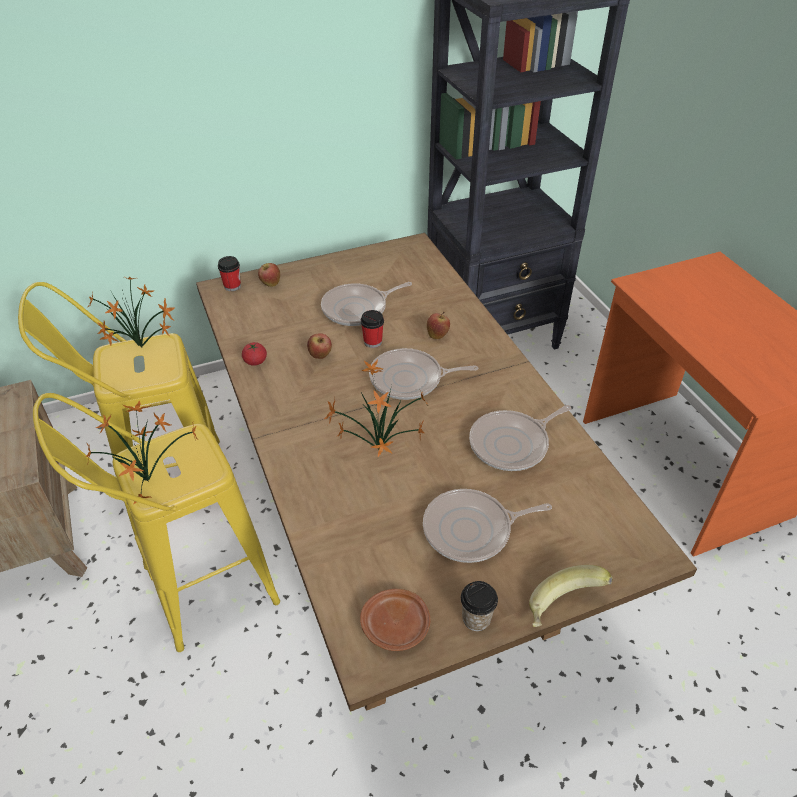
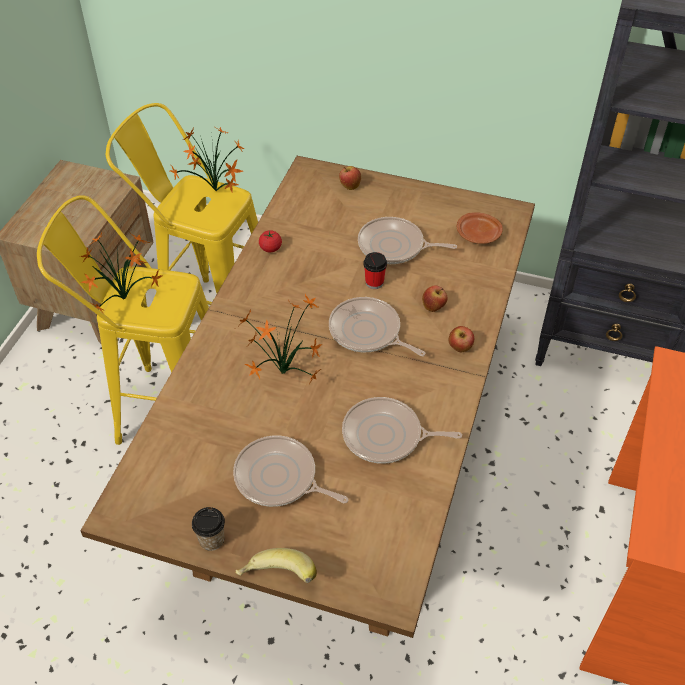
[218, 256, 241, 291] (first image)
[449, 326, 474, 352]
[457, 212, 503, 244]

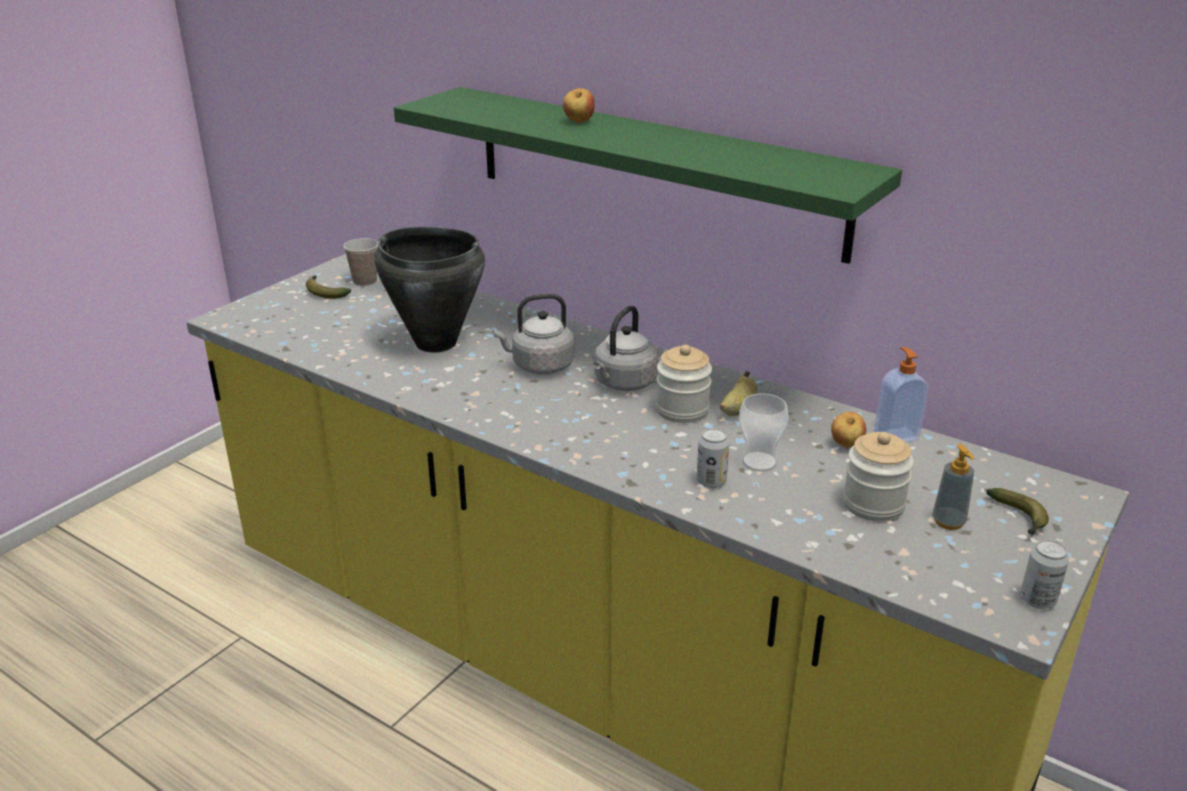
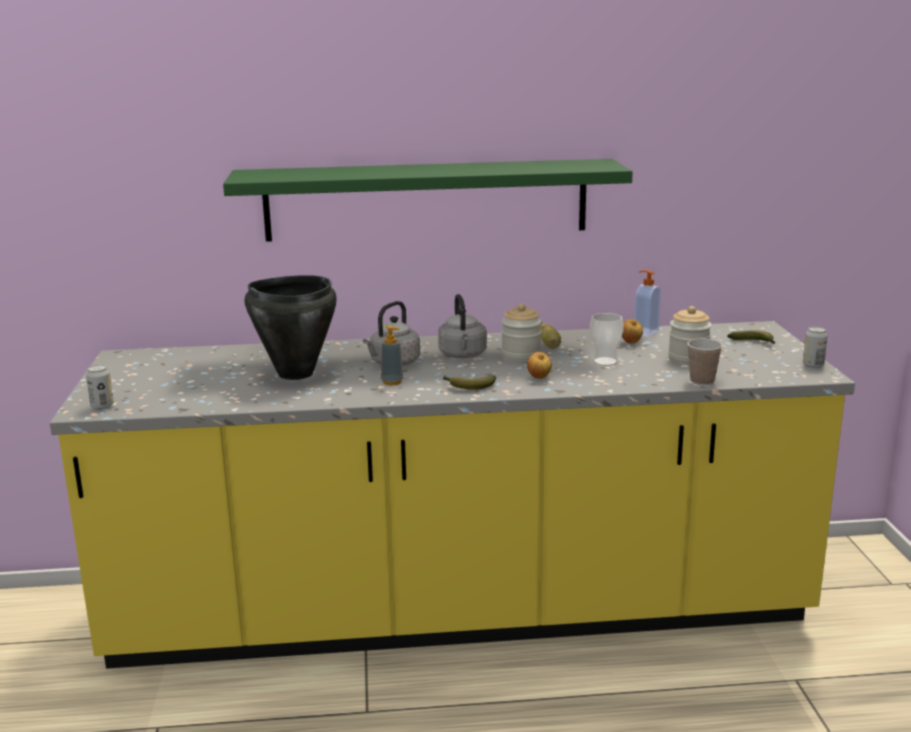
[527, 352, 552, 379]
[687, 339, 723, 385]
[443, 375, 496, 390]
[86, 365, 114, 410]
[381, 325, 403, 385]

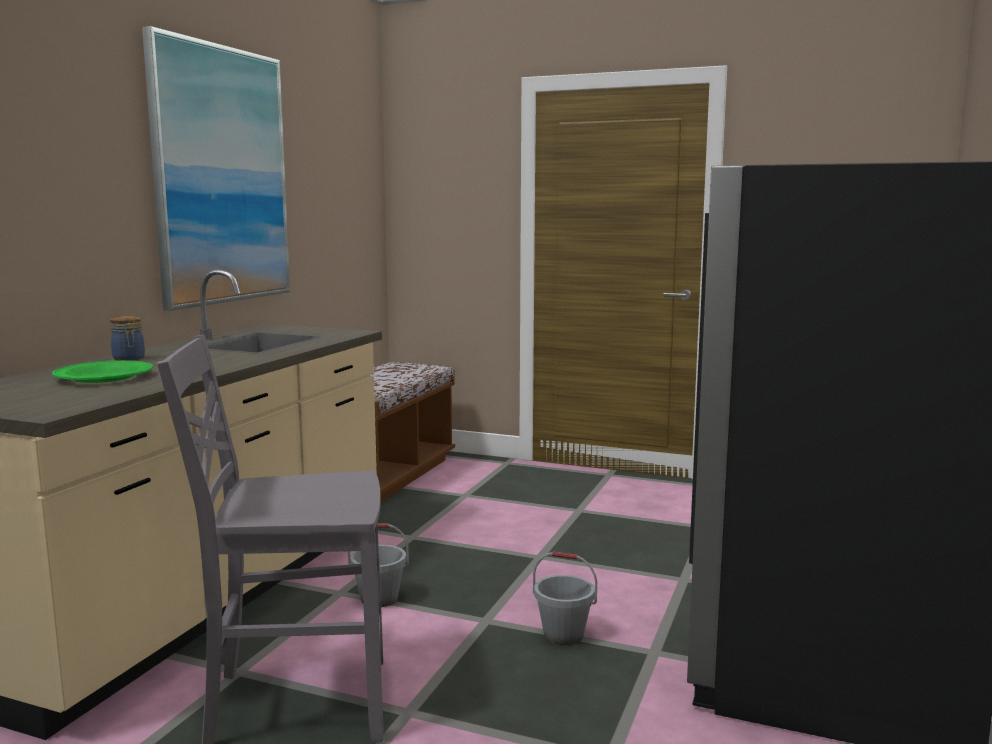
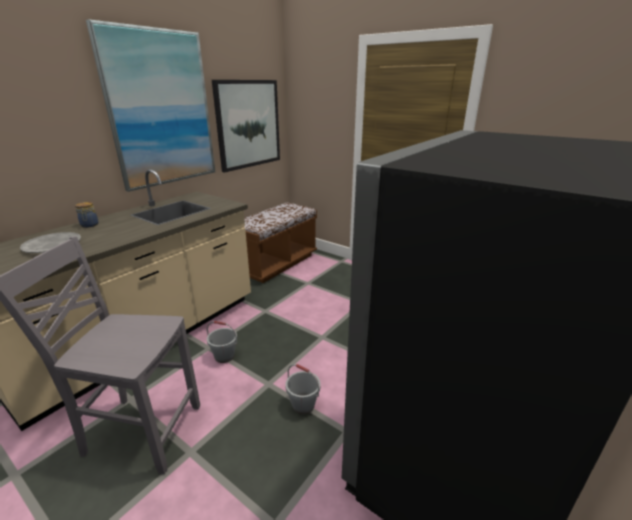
[20, 232, 81, 253]
[212, 80, 280, 173]

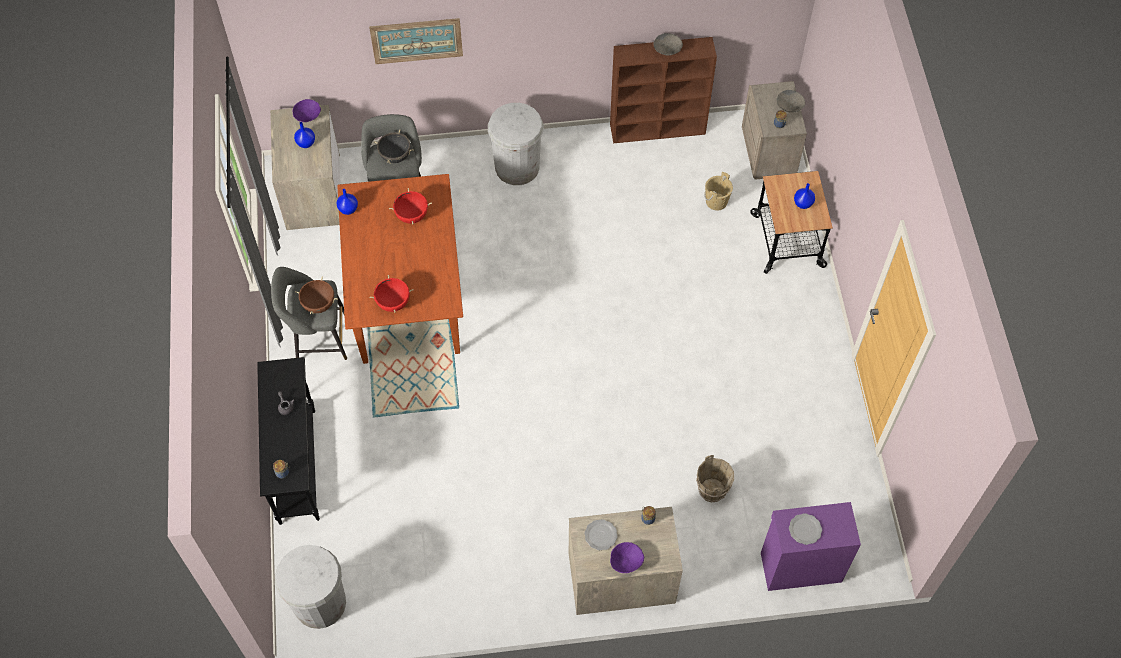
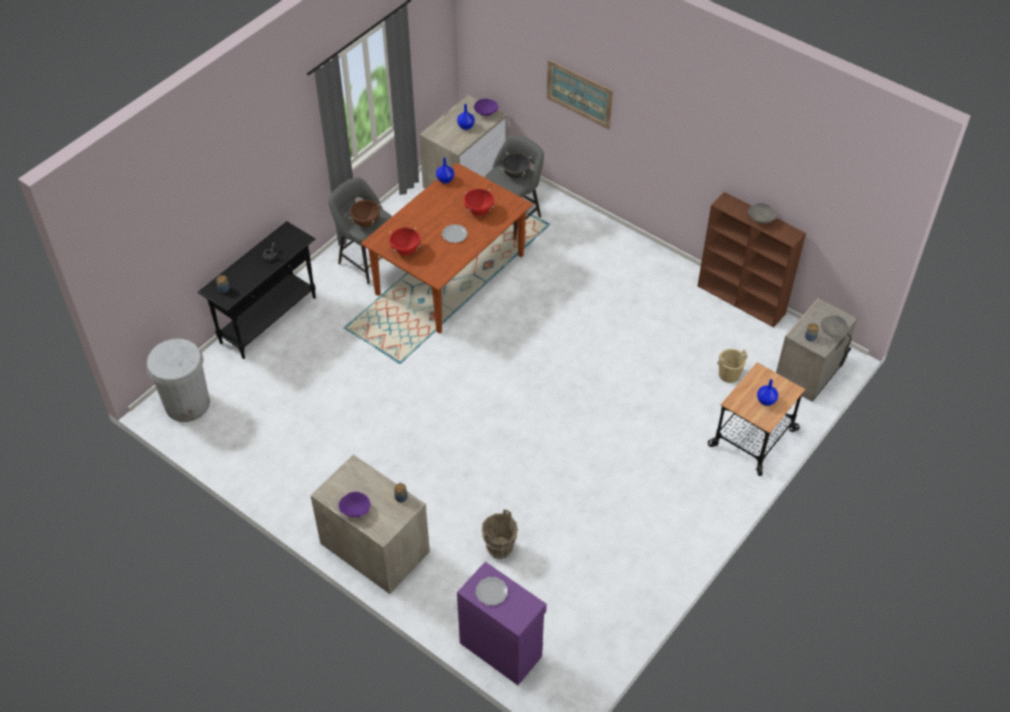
[488, 103, 544, 185] (first image)
[442, 224, 468, 243]

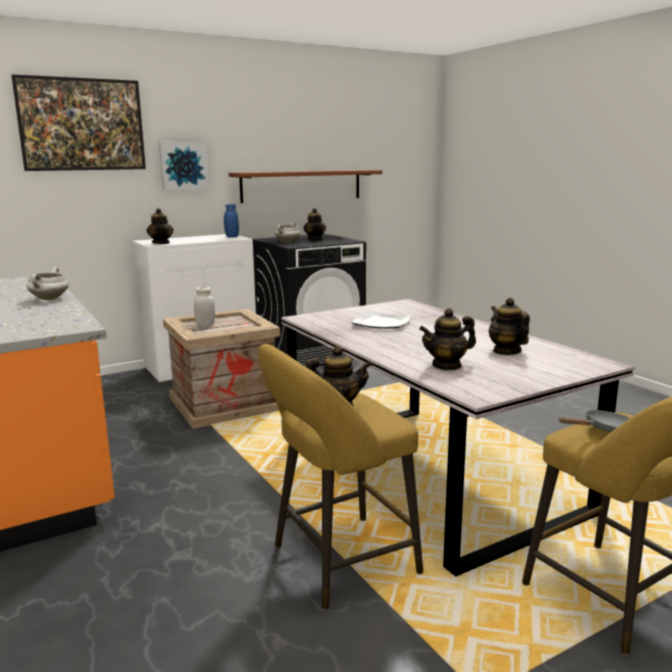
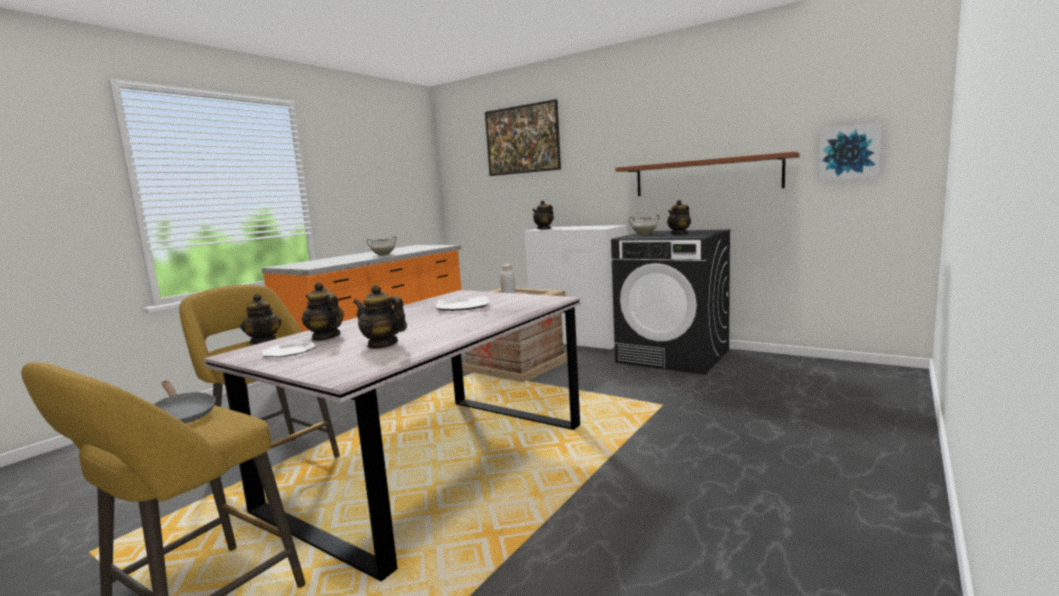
[819, 122, 882, 181]
[224, 204, 239, 238] (first image)
[353, 285, 407, 349]
[262, 342, 316, 357]

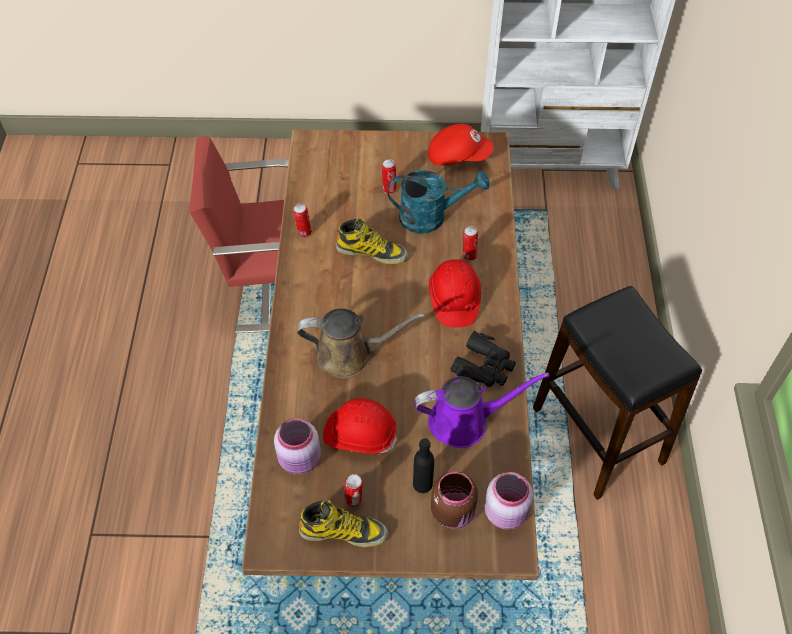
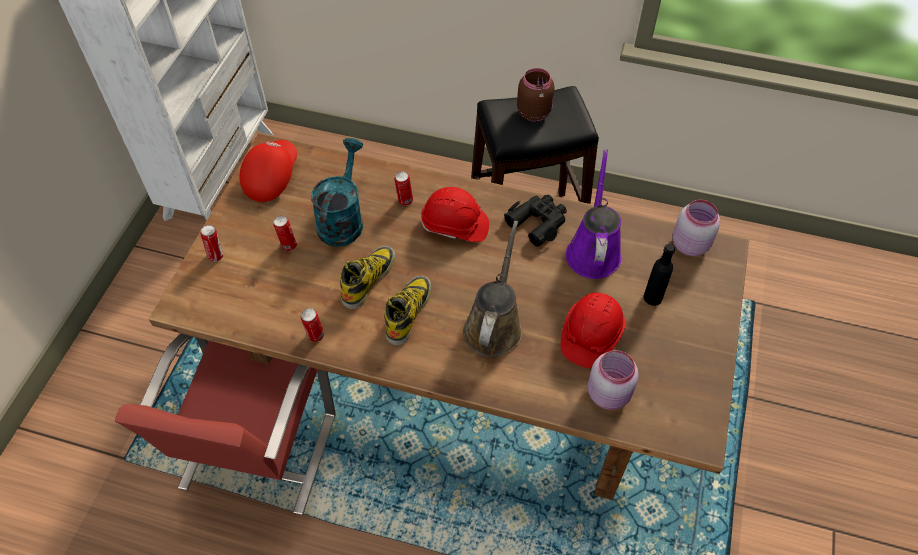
[517, 68, 555, 121]
[200, 225, 223, 262]
[384, 276, 431, 346]

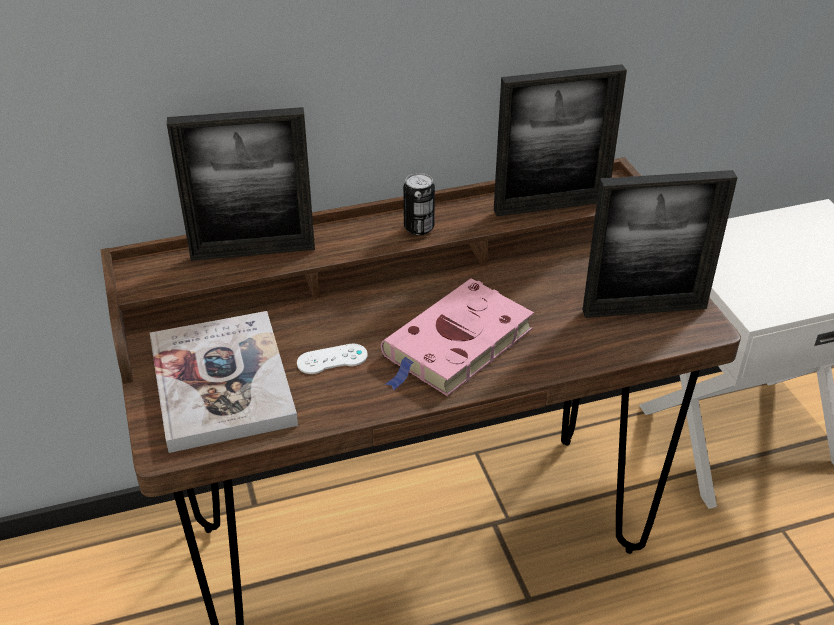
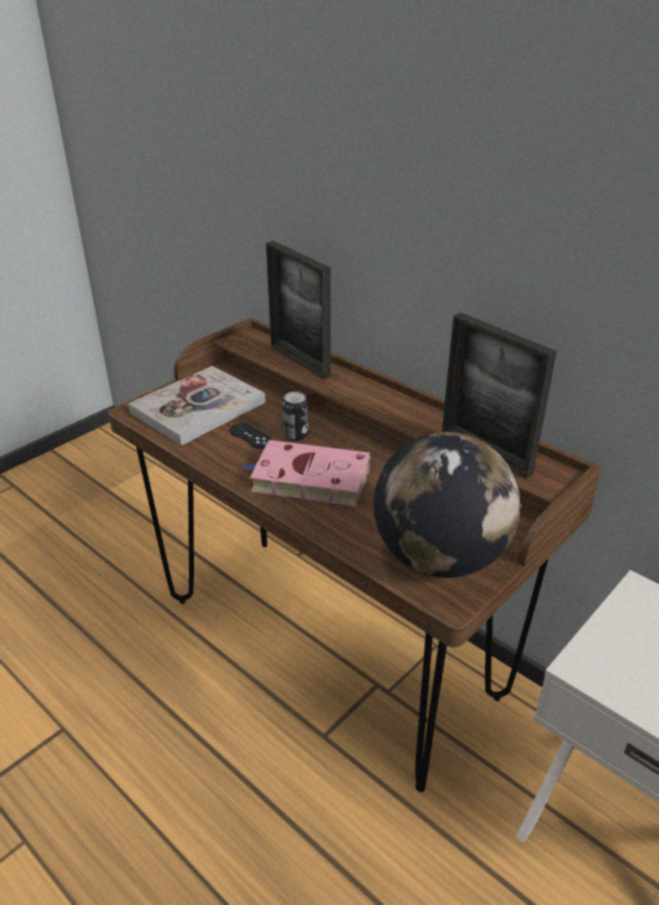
[374, 432, 520, 578]
[282, 391, 308, 441]
[230, 423, 272, 449]

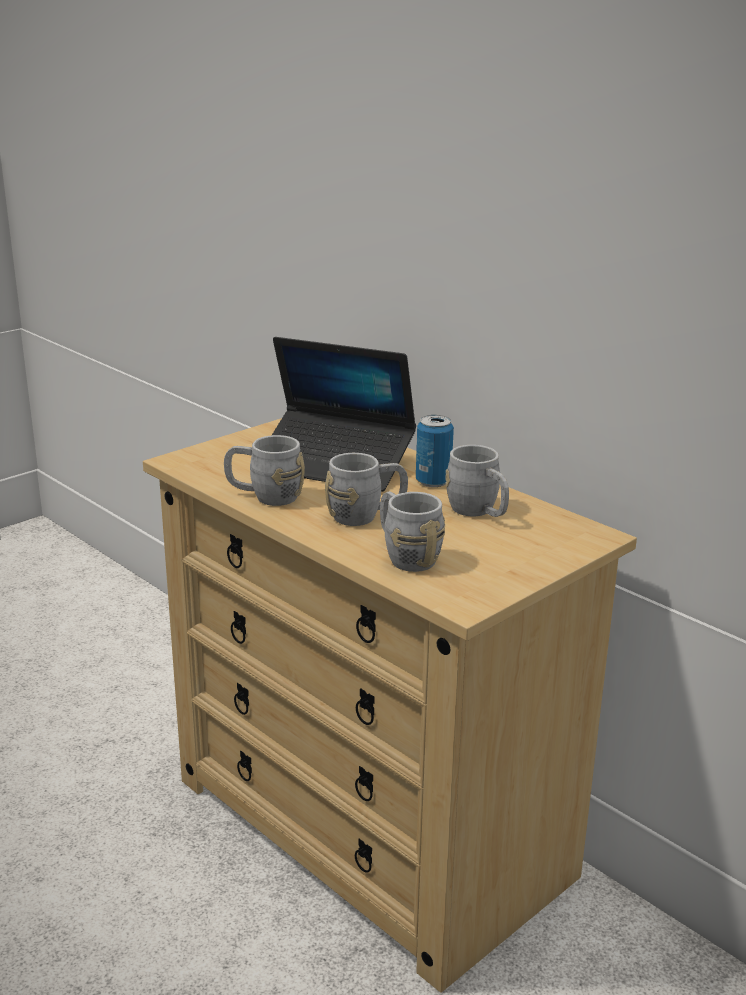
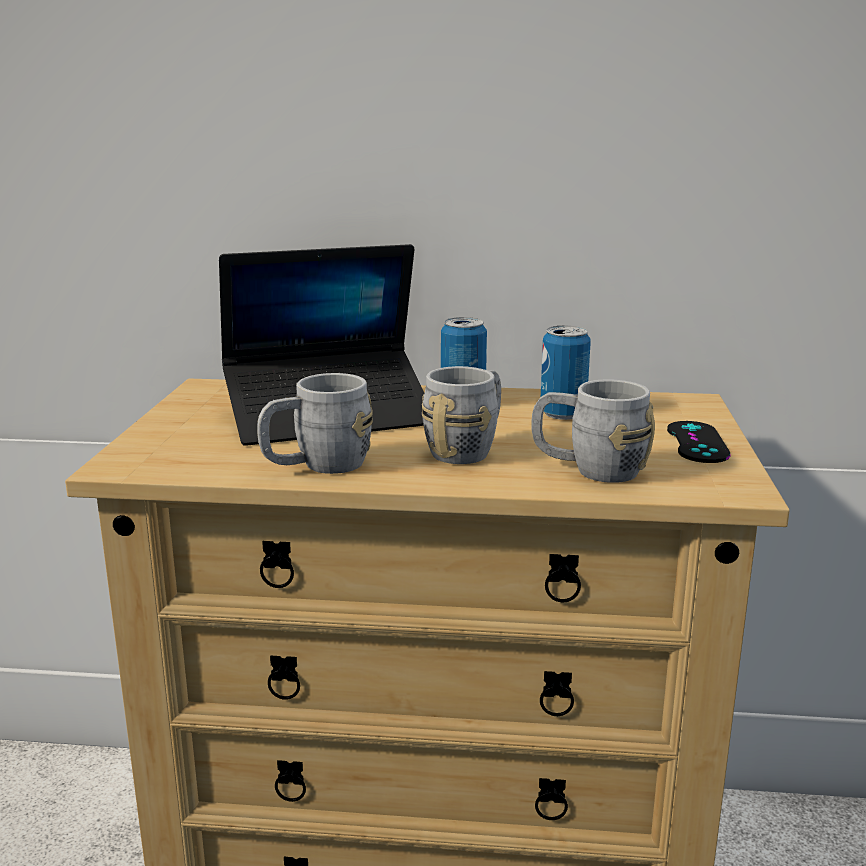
[541, 326, 591, 420]
[667, 421, 731, 463]

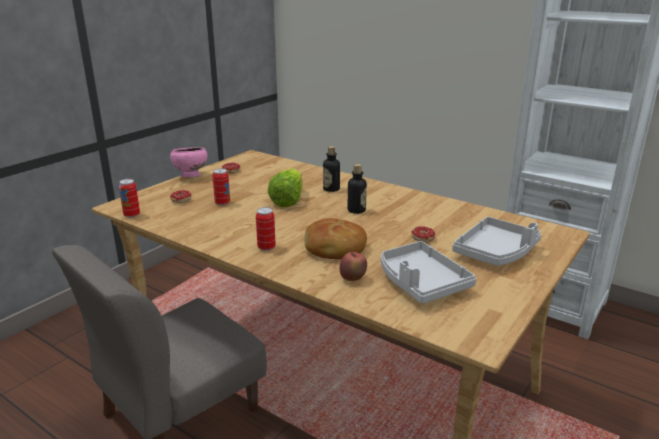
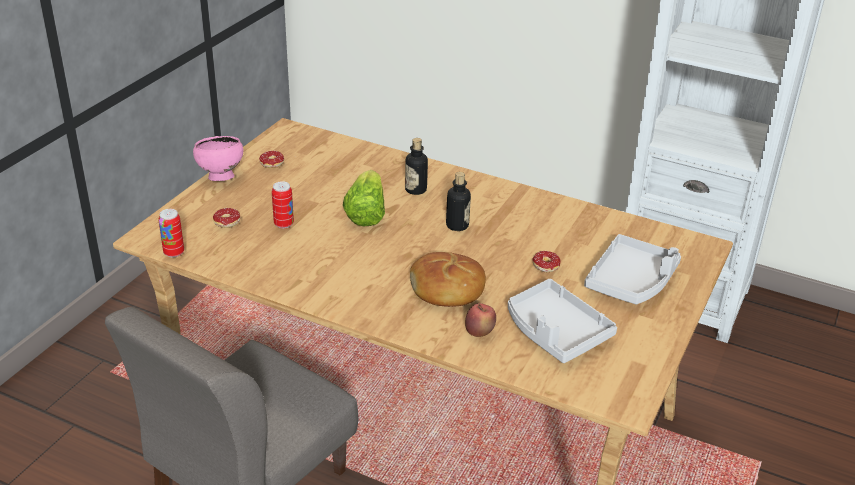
[256, 207, 276, 251] (first image)

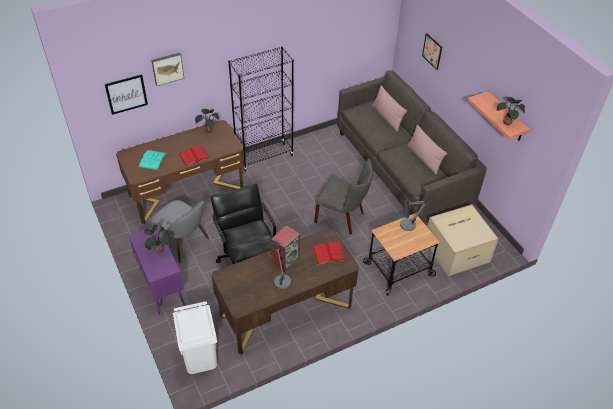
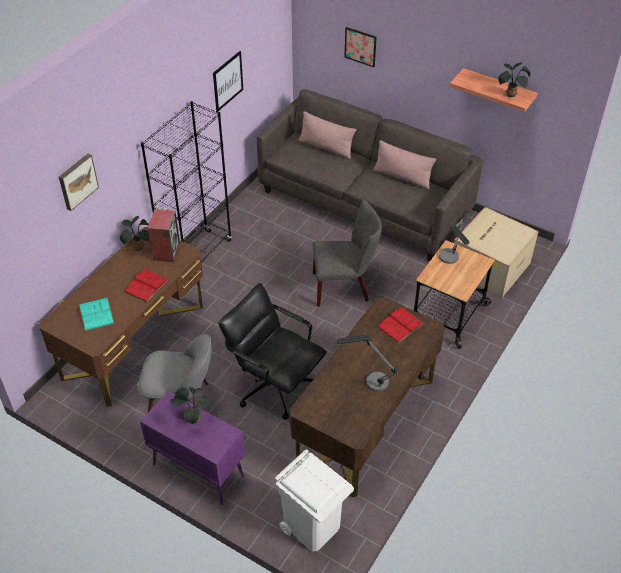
[213, 51, 243, 112]
[148, 209, 180, 262]

